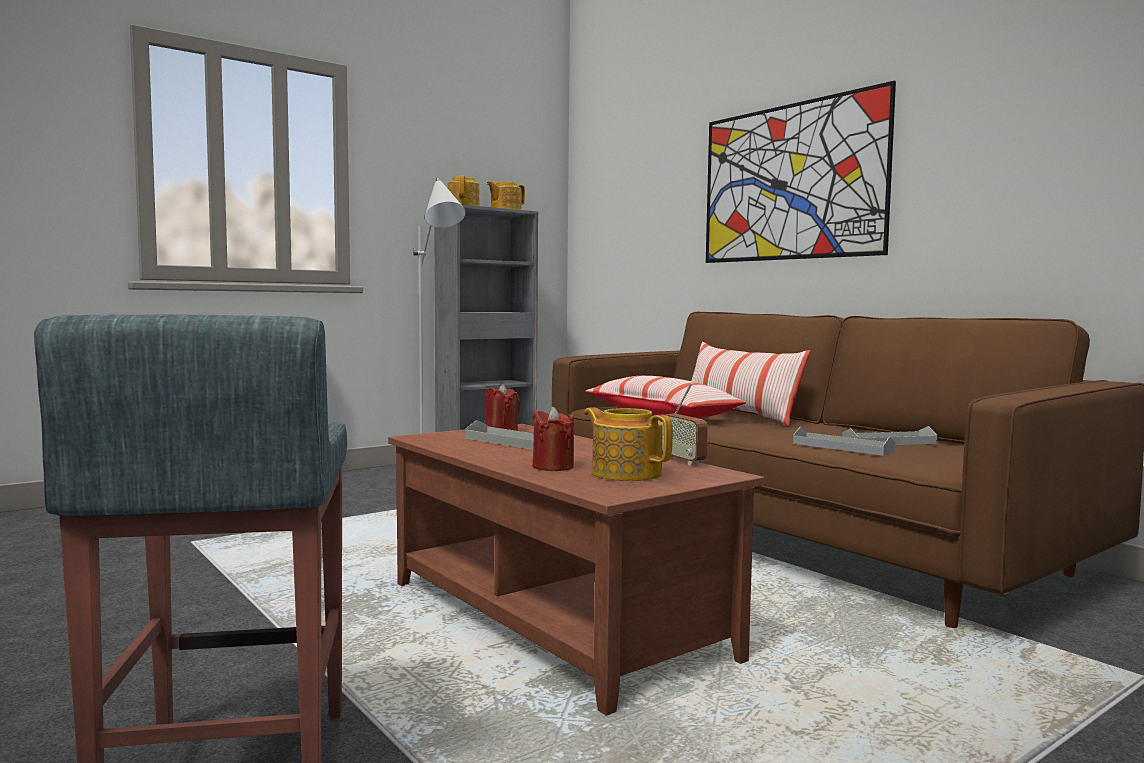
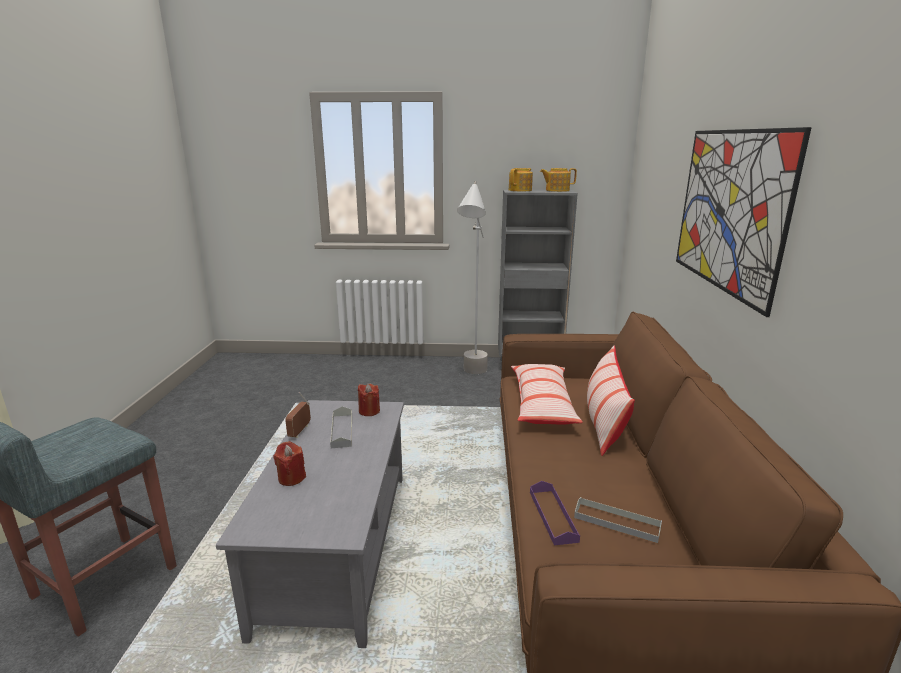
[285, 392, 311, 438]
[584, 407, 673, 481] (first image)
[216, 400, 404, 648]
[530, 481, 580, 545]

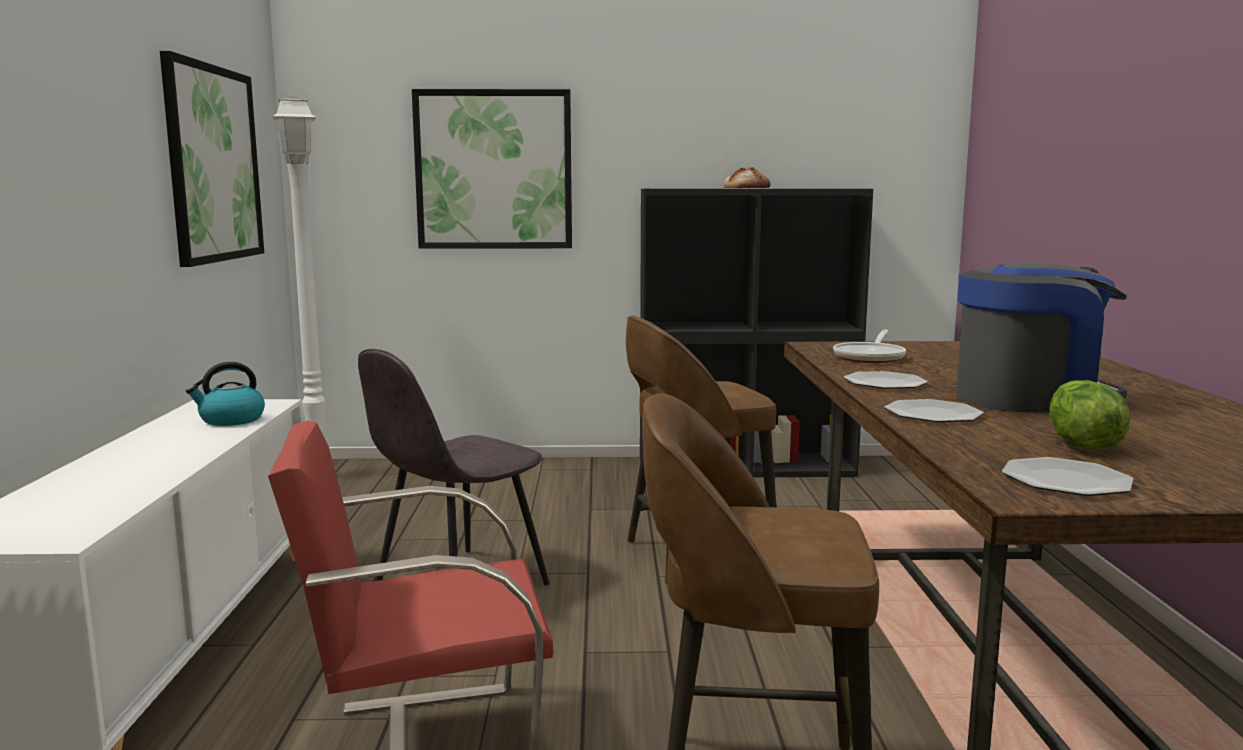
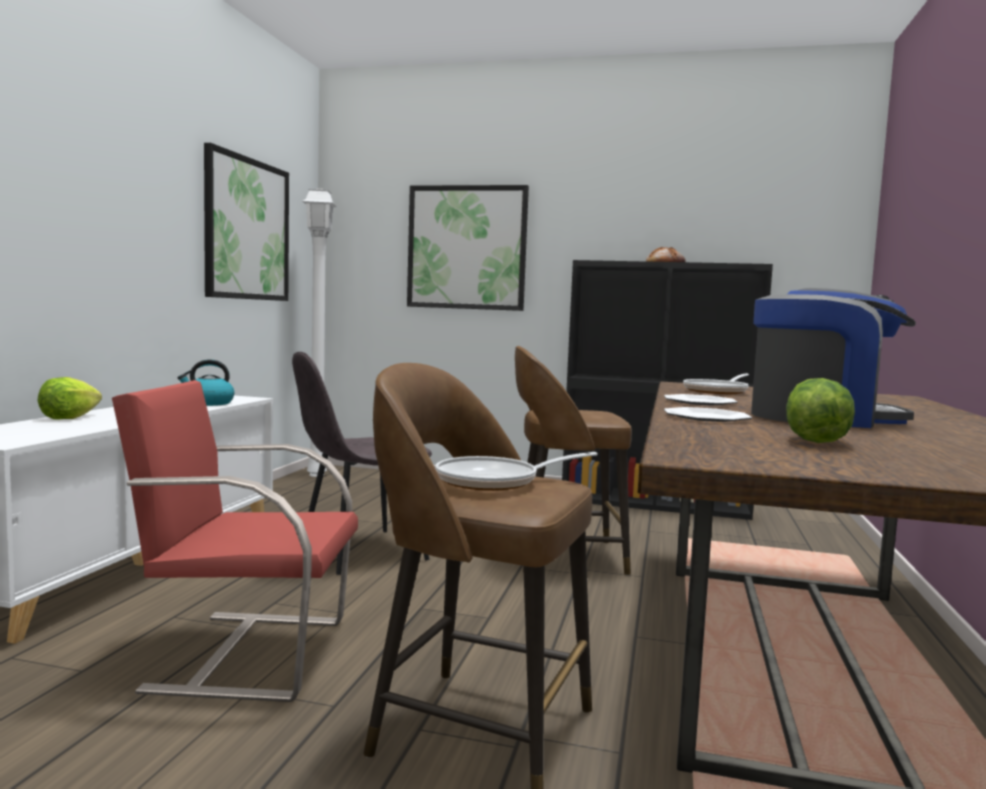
[1002, 457, 1133, 496] (first image)
[38, 377, 102, 420]
[435, 452, 598, 491]

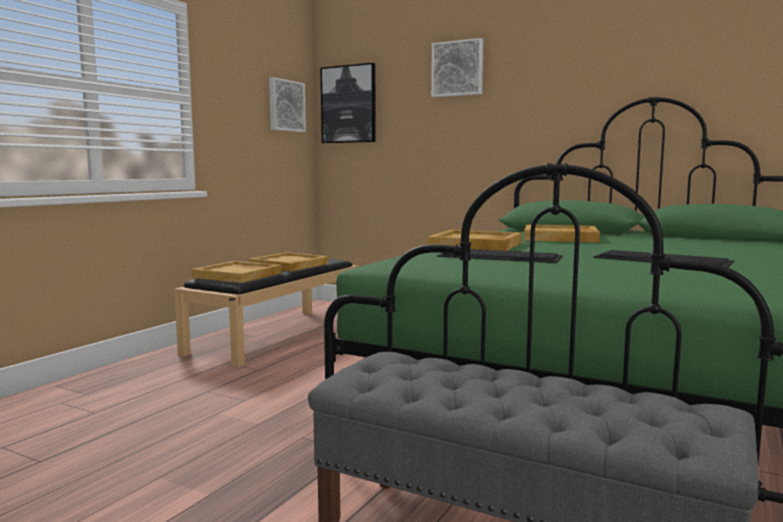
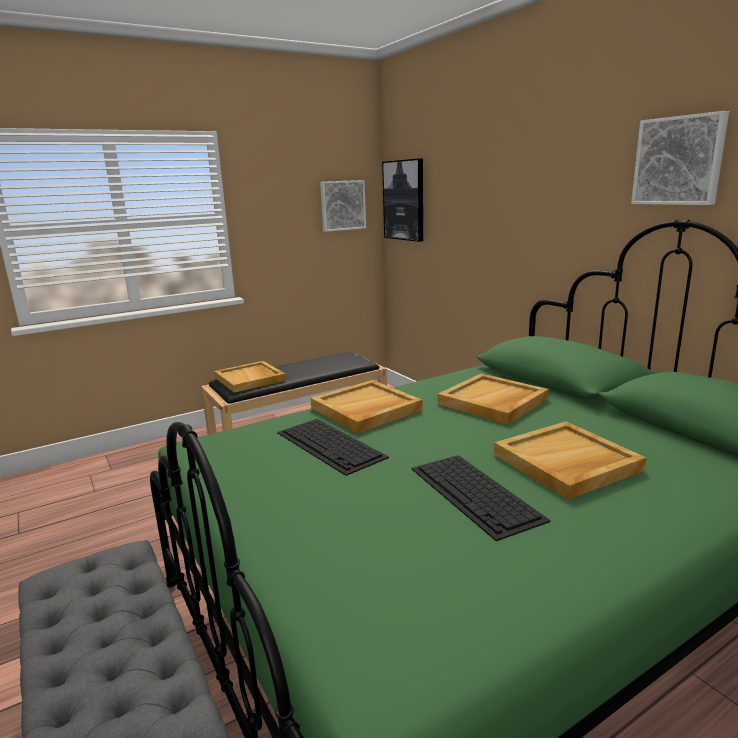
[631, 111, 729, 205]
[494, 421, 646, 500]

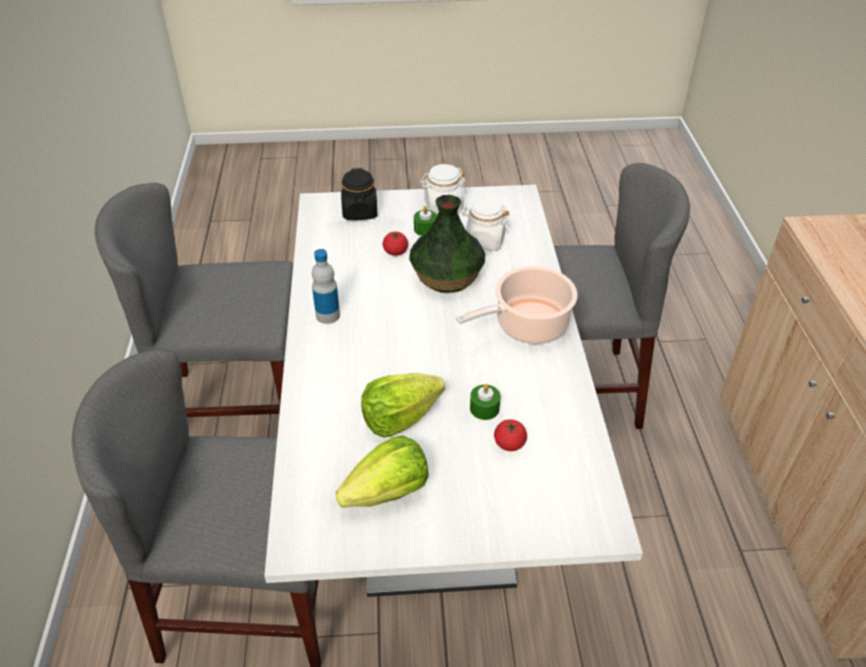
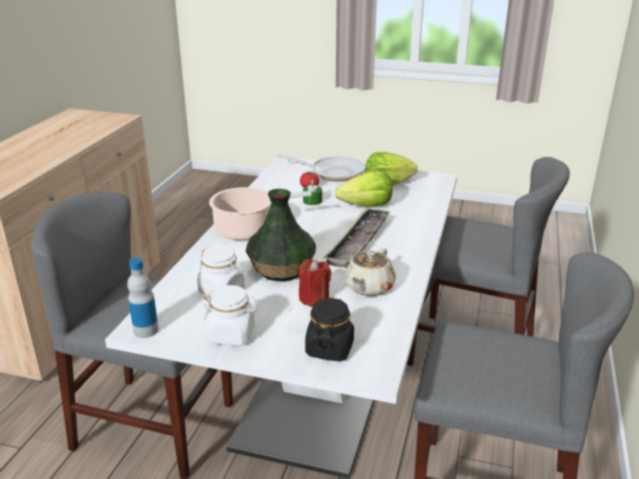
[414, 206, 437, 236] (first image)
[299, 259, 331, 307]
[127, 258, 159, 338]
[275, 154, 365, 181]
[324, 207, 390, 268]
[344, 248, 396, 296]

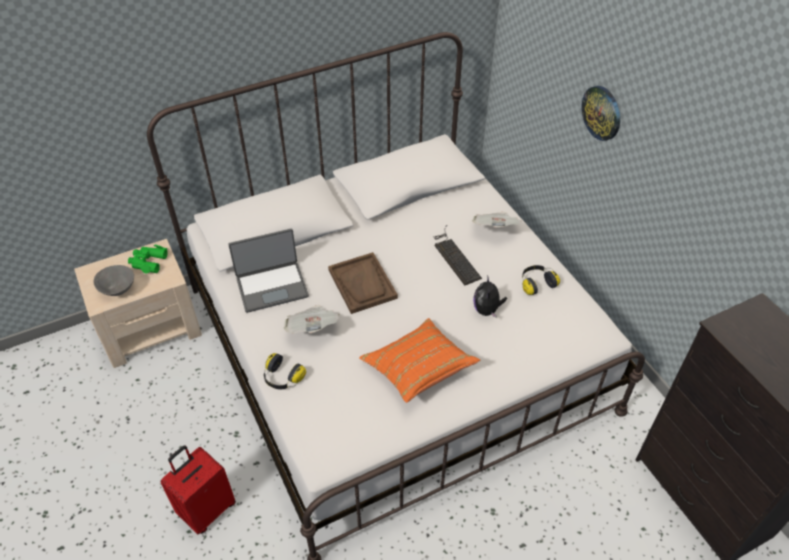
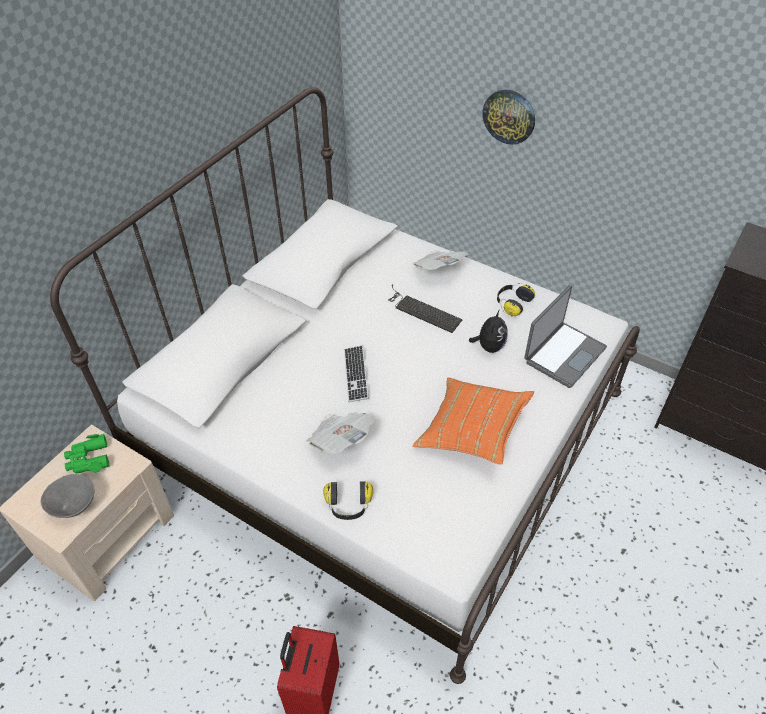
[524, 285, 607, 388]
[344, 345, 369, 402]
[469, 311, 507, 353]

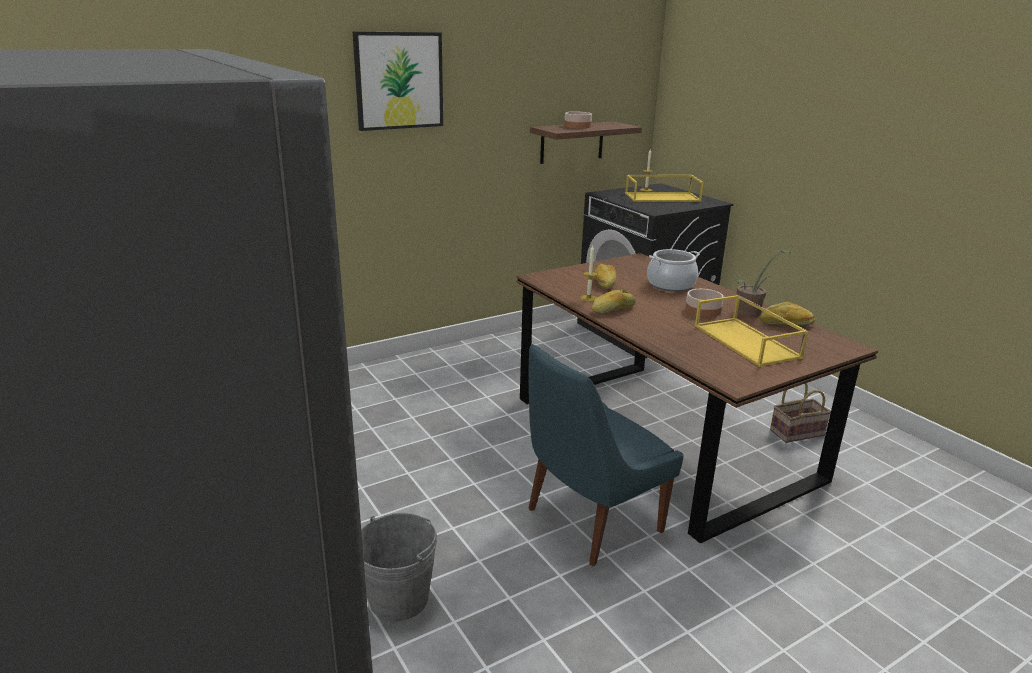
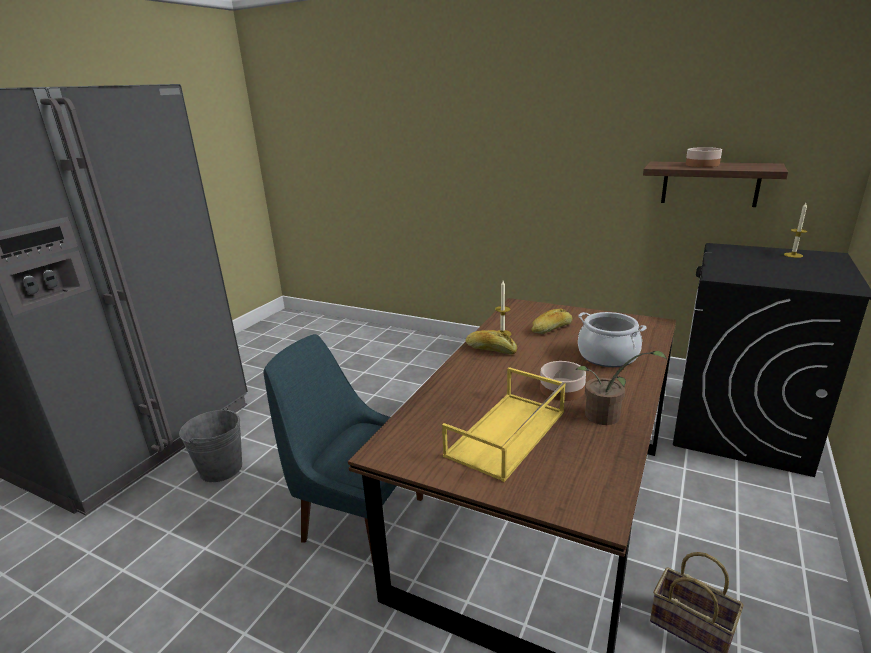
[353, 31, 443, 131] (first image)
[625, 175, 704, 202] (first image)
[759, 302, 815, 326] (first image)

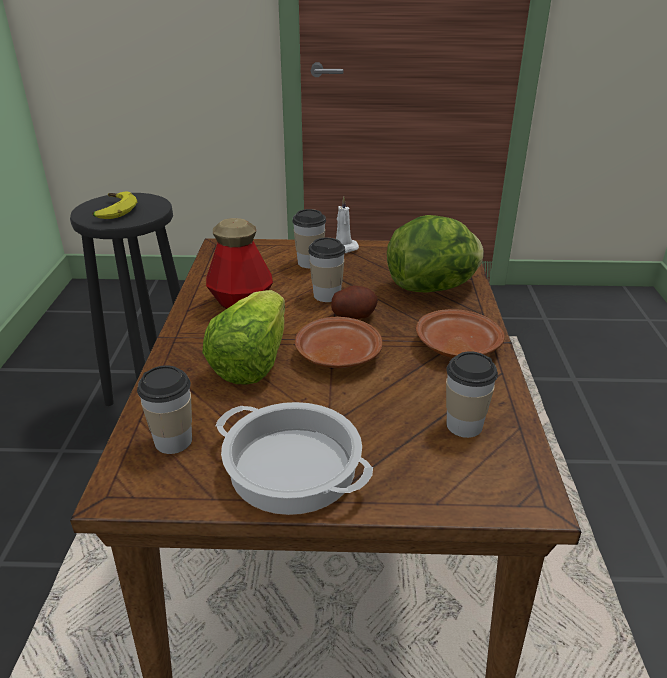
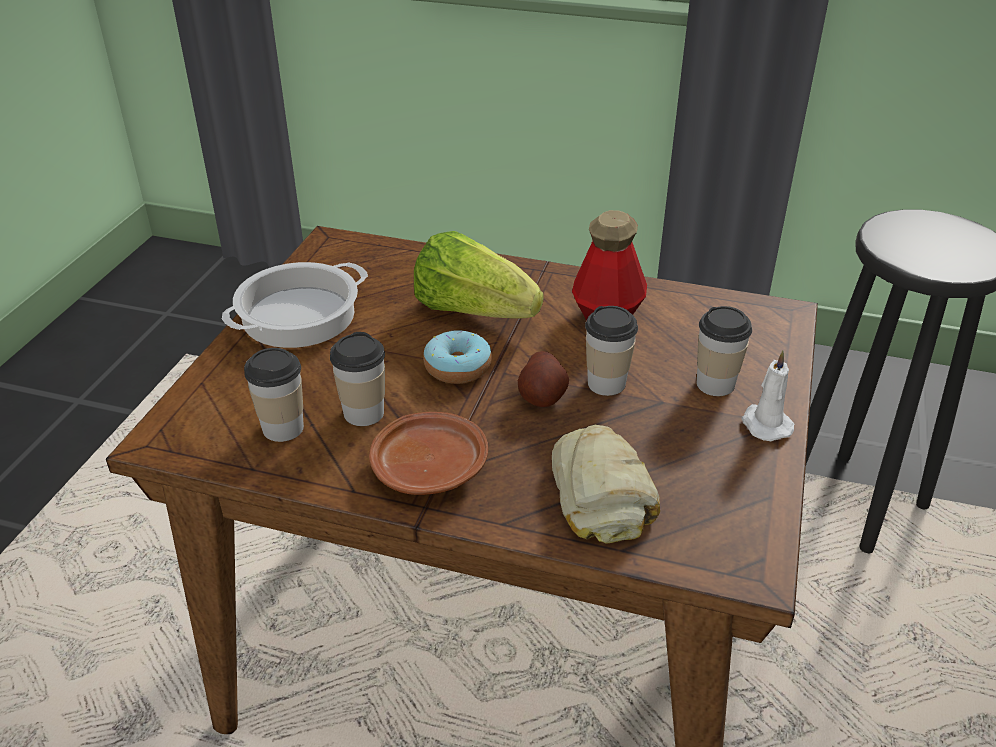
[92, 192, 137, 219] (first image)
[552, 425, 660, 544]
[423, 330, 492, 384]
[330, 332, 385, 426]

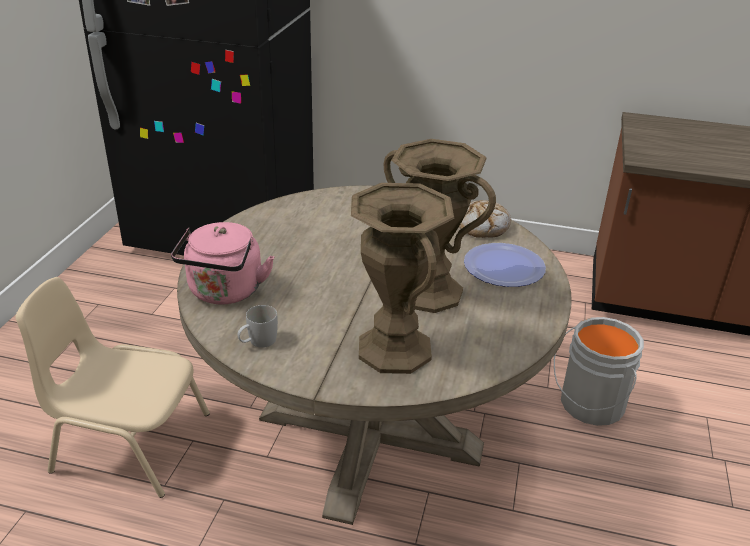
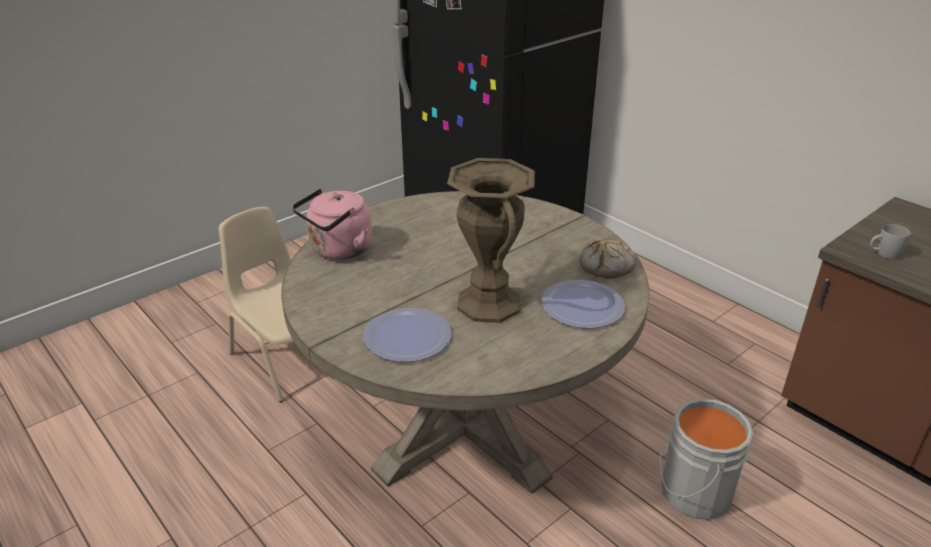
[363, 308, 451, 362]
[870, 224, 911, 259]

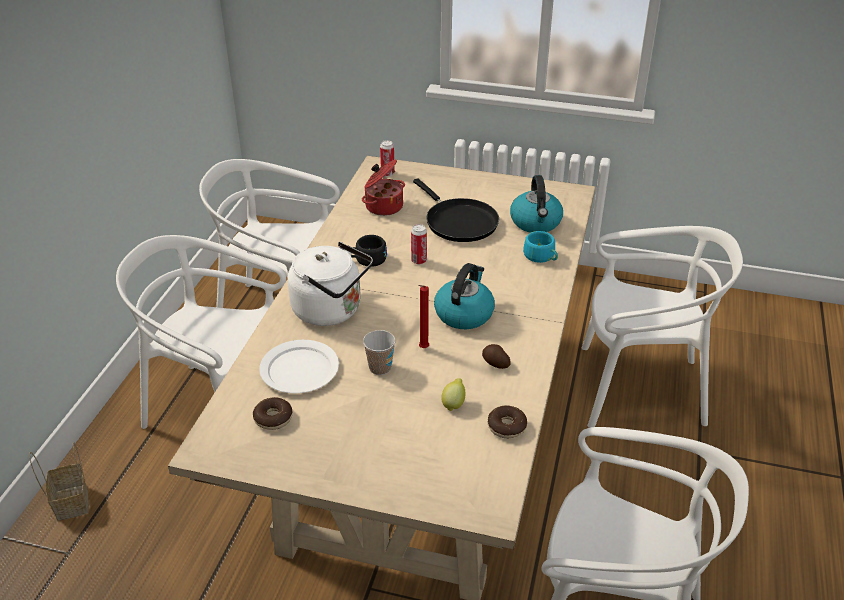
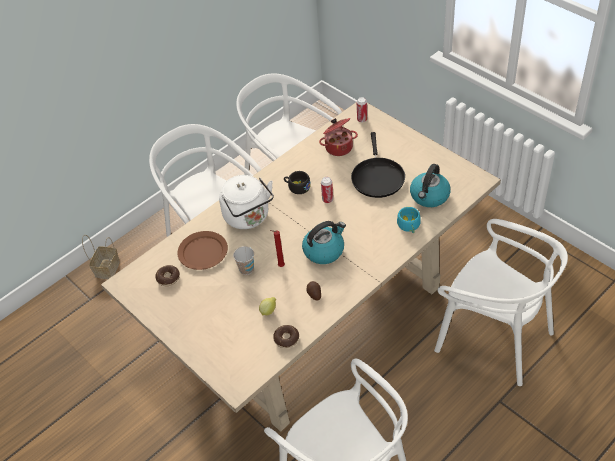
[177, 231, 228, 270]

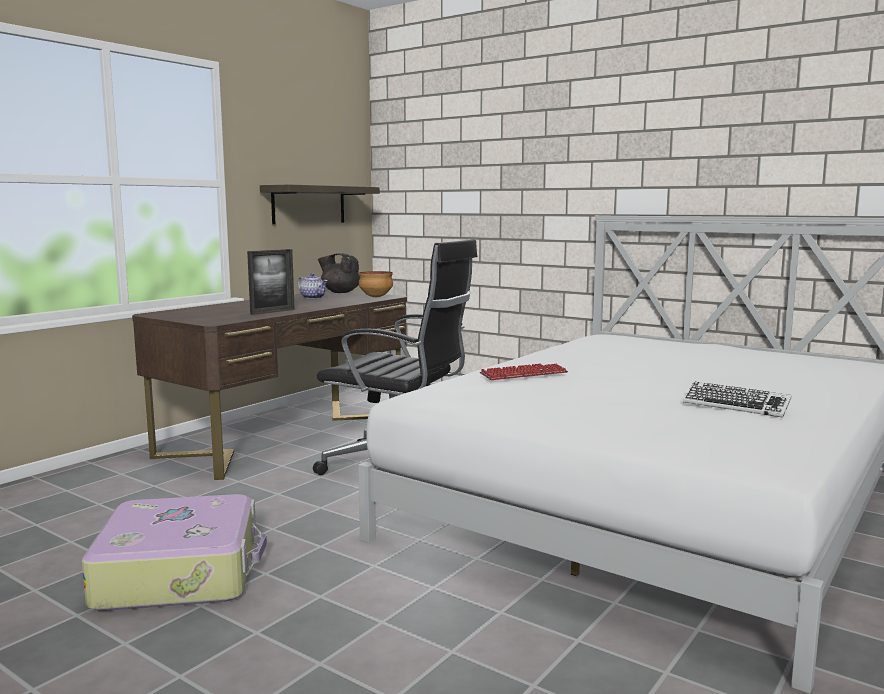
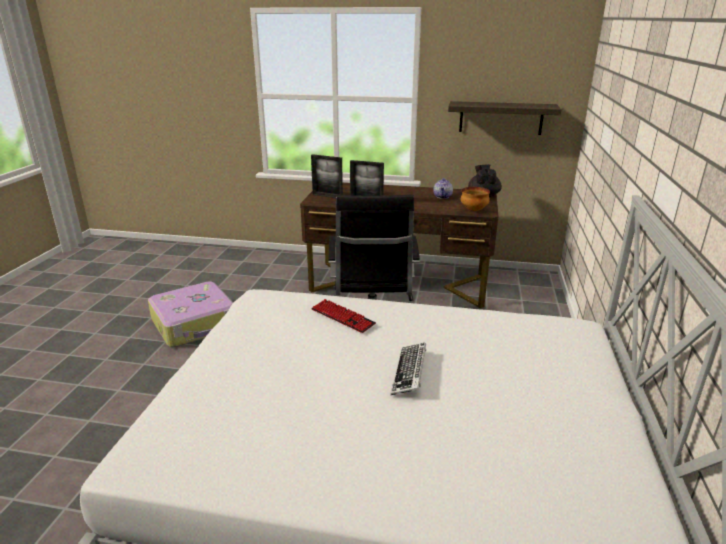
[391, 343, 426, 395]
[311, 154, 343, 198]

